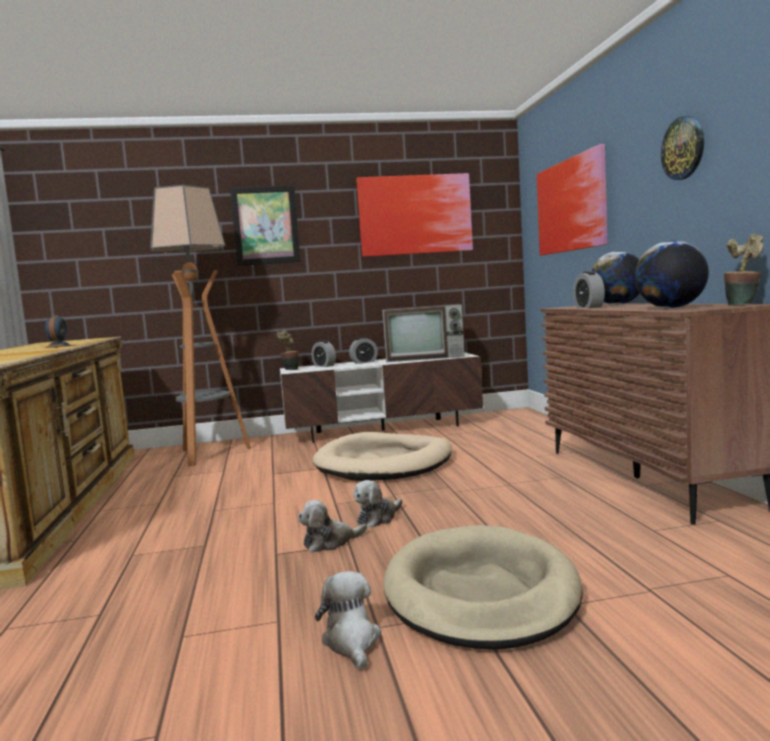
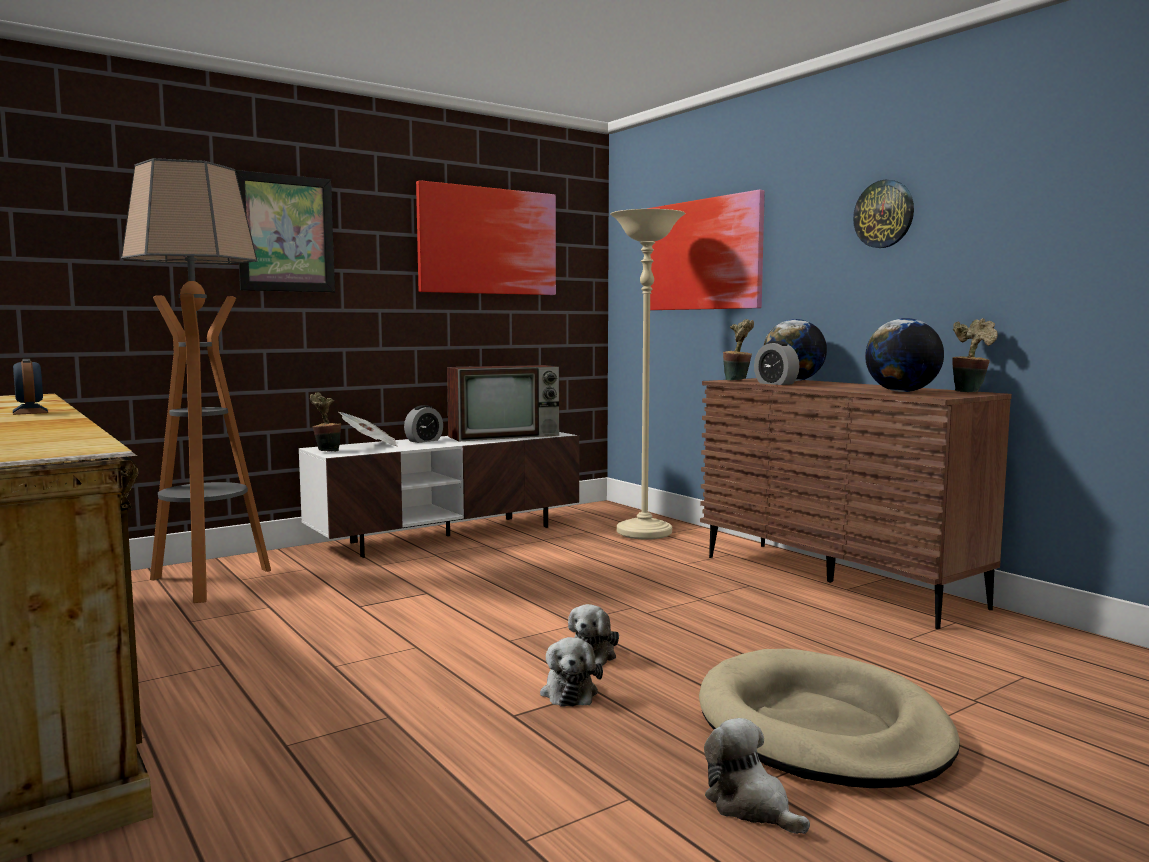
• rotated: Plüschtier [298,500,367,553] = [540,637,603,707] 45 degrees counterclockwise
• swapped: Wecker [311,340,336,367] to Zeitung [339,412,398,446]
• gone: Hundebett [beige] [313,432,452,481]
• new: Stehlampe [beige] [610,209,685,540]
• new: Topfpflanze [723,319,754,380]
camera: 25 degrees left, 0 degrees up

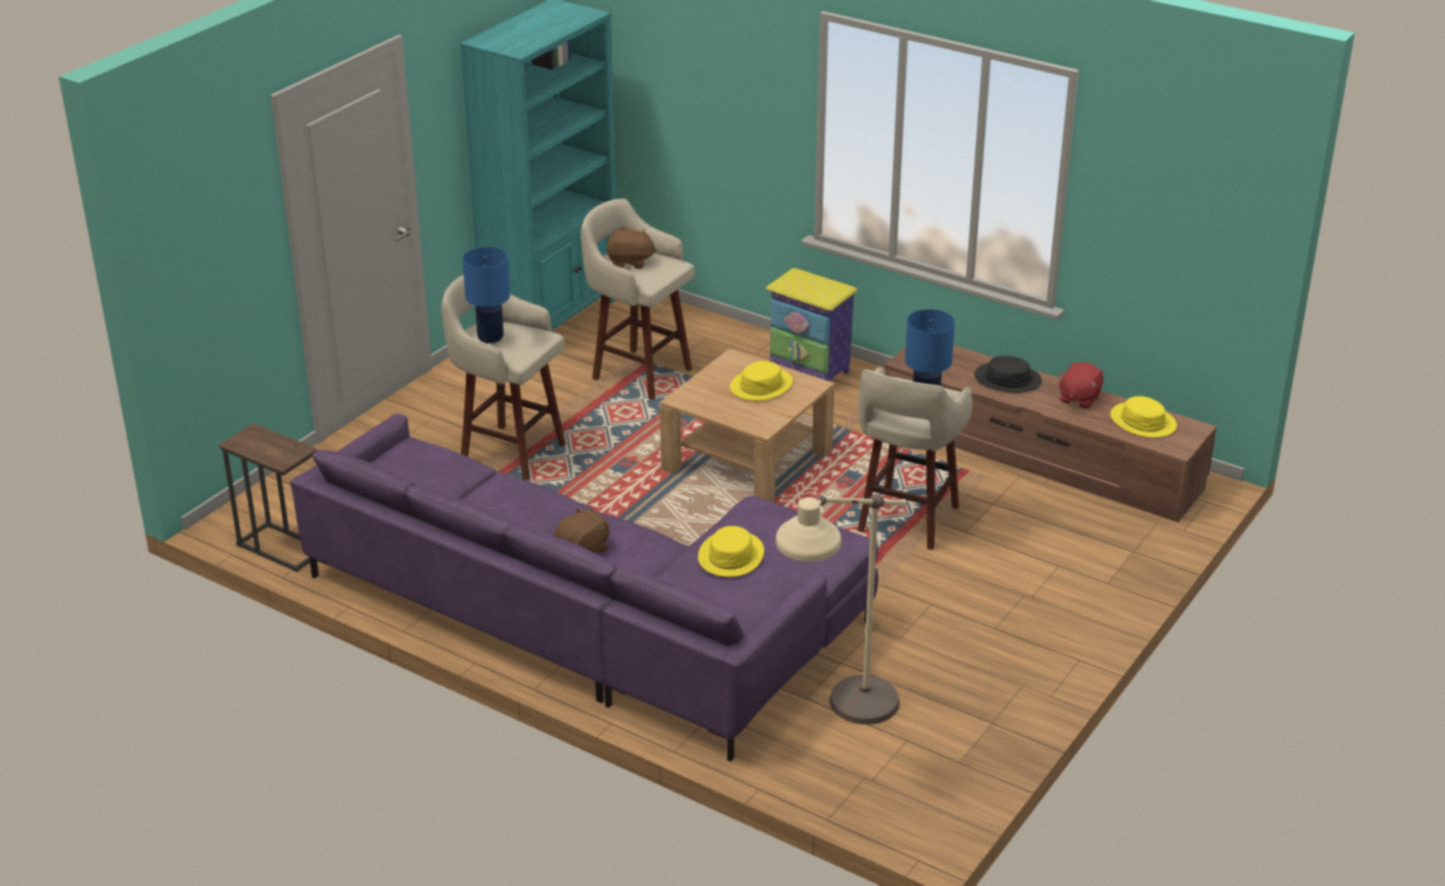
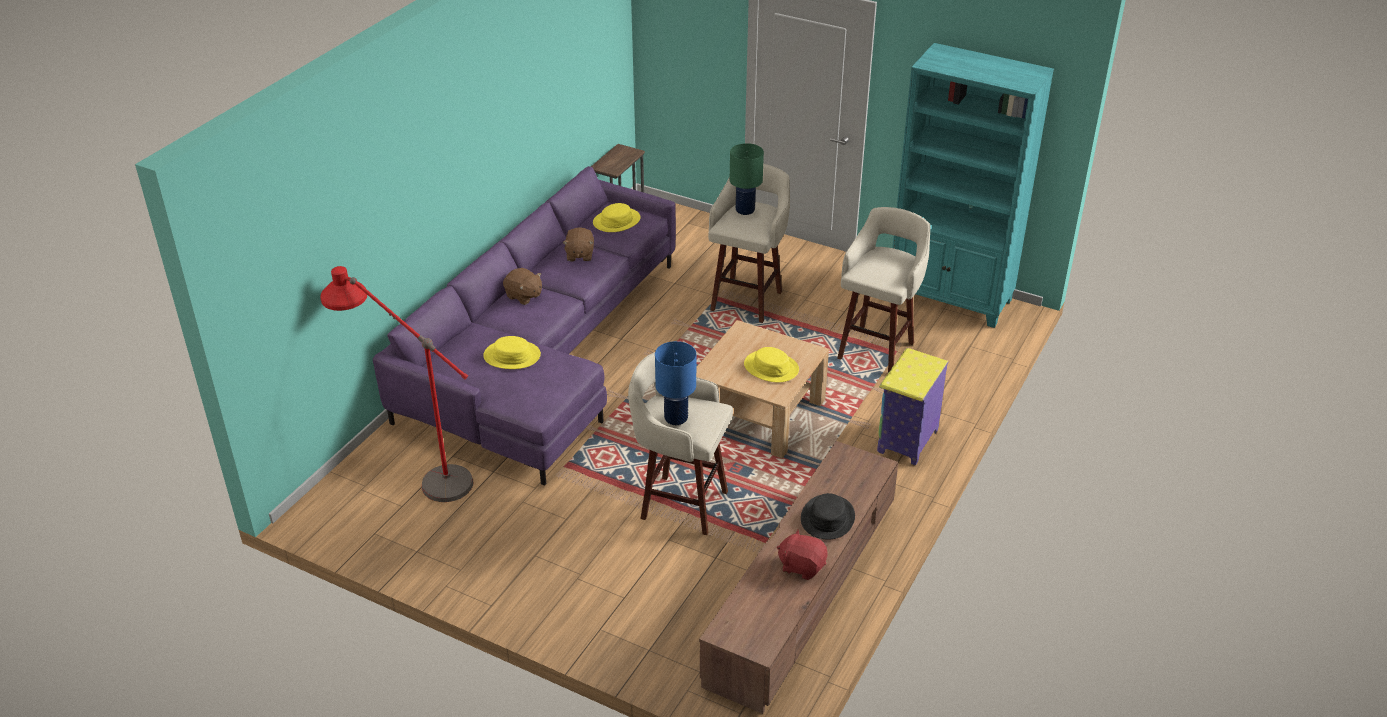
• repainted: Tischlampe [blau] [462,247,510,343] to Tischlampe [grün] [730,143,764,215]
• shifted: Plüschtier [braun] [606,229,657,269] to [562,227,594,261]
• repainted: Stehlampe [beige] [776,494,907,725] to Stehlampe [rot] [320,266,474,502]
• shifted: Hut [gelb] [1110,396,1177,438] to [593,203,641,232]
camera: 85 degrees right, 5 degrees up

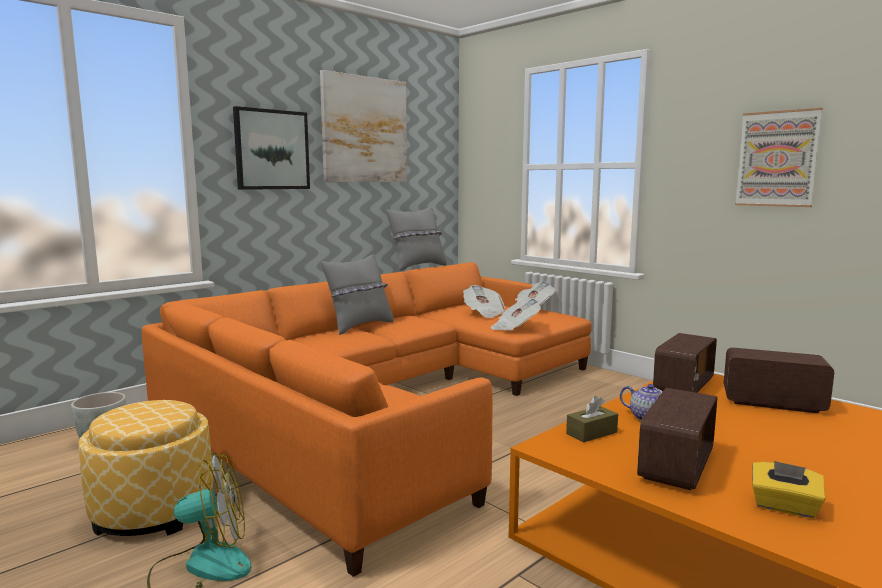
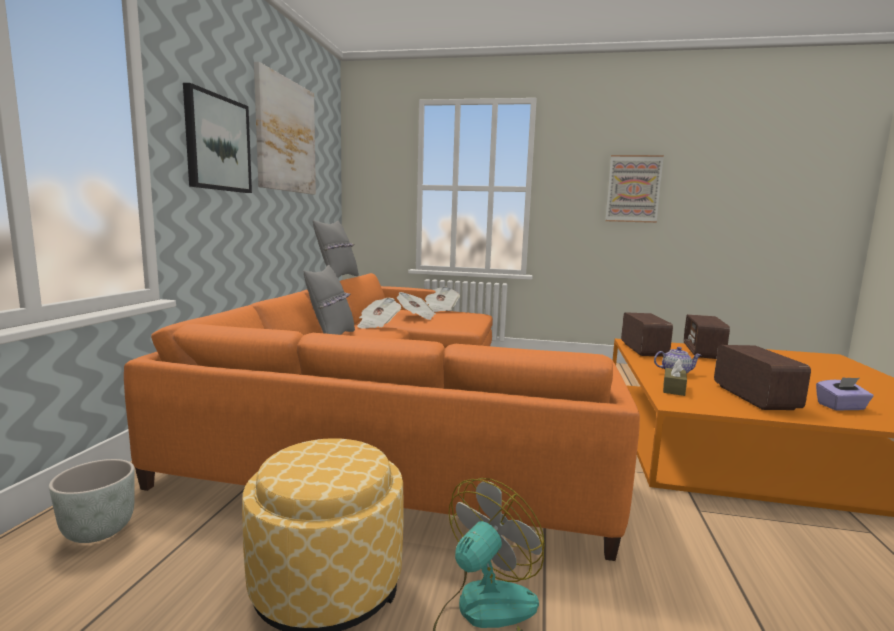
• shifted: Zeitung [491,298,541,331] to [357,298,401,329]
• rotated: Radio [724,348,834,413] = [684,314,730,359] 60 degrees counterclockwise
• repainted: Taschentuchbox [gelb] [752,461,825,518] to Taschentuchbox [lila] [816,377,874,411]
camera: 35 degrees left, 0 degrees up

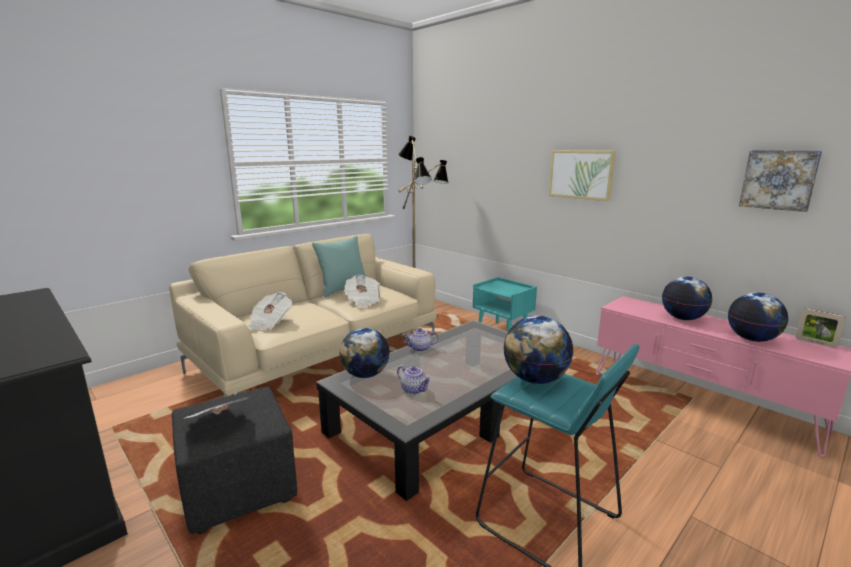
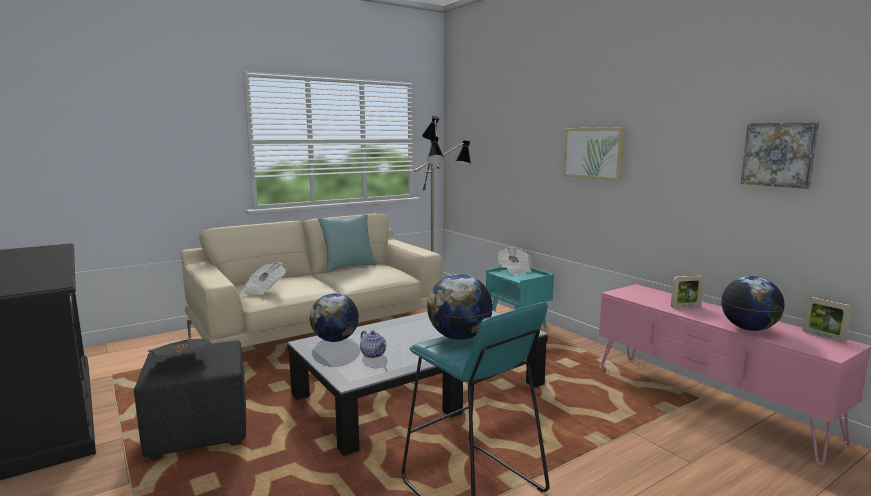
• shifted: Zeitung [344,274,381,308] to [498,247,531,275]
• gone: Teekanne [402,328,438,352]
• swapped: Globus [662,277,712,320] to Bilderrahmen [671,275,704,308]
camera: 10 degrees right, 5 degrees down

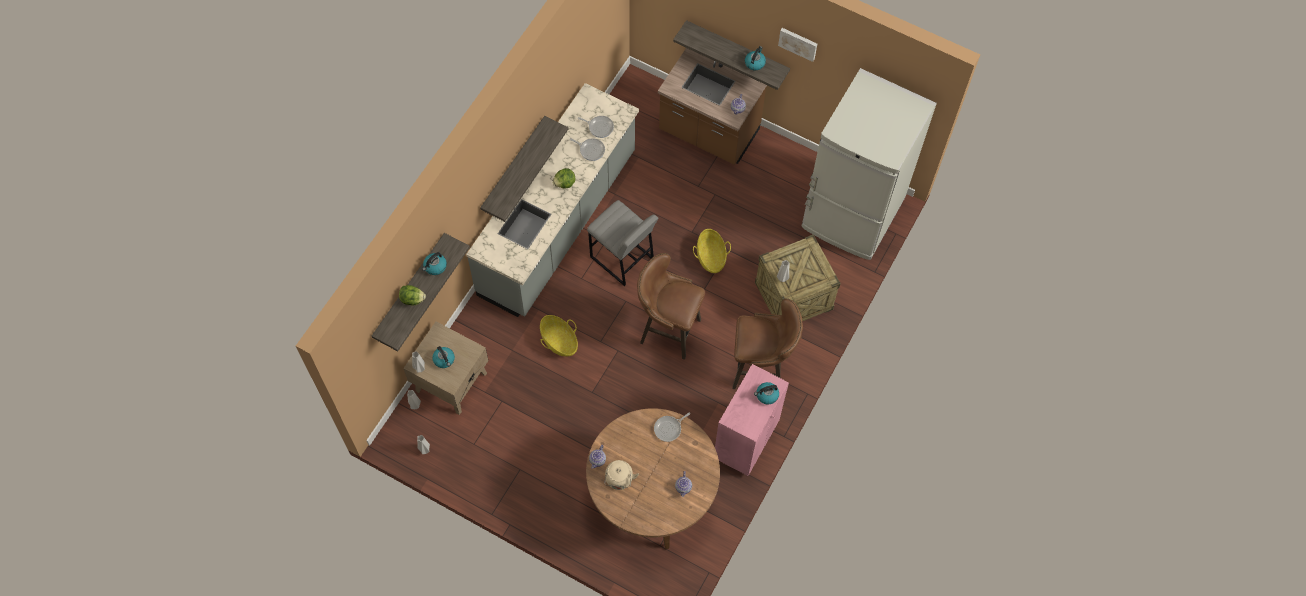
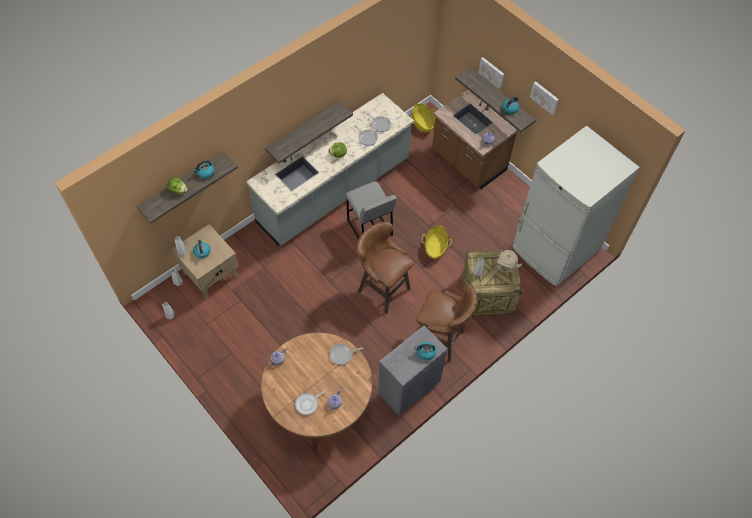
• shifted: Korb [540,315,578,356] to [410,103,436,132]
• shifted: Wasserkessel [beige] [604,460,639,490] to [496,250,522,273]
• repainted: Schrank [rosa] [715,364,789,476] to Schrank [grau] [378,325,447,416]
• new: Pfanne [295,389,327,415]
• new: Bild [478,57,504,89]
camera: 20 degrees right, 5 degrees down

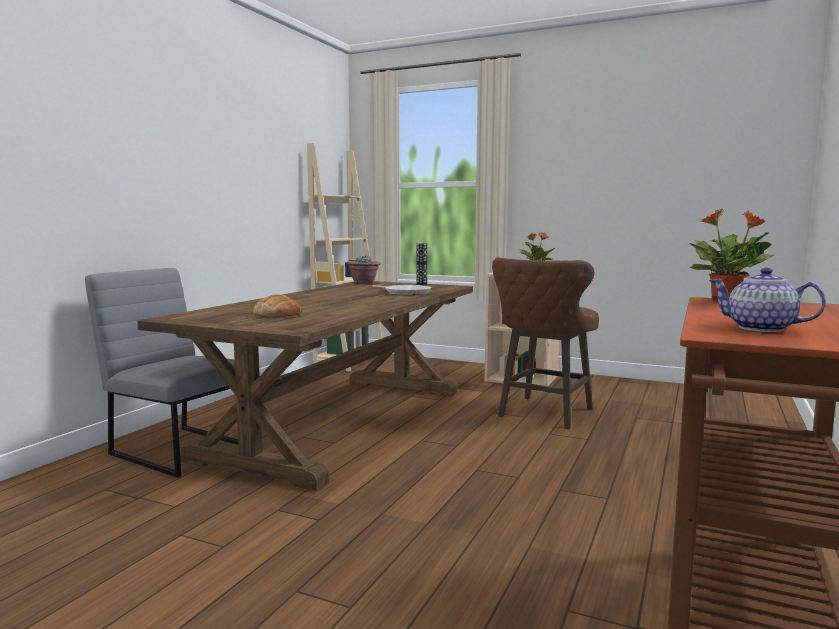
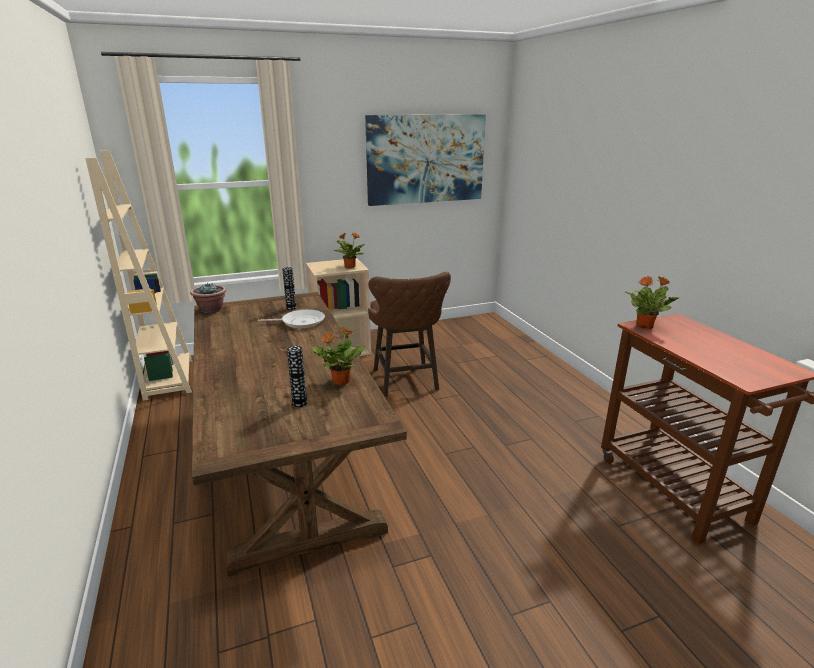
• gone: Stuhl [grau] [85,268,239,478]
• swapped: Brot [253,294,302,317] to Vase [287,345,307,408]
• gone: Teekanne [709,268,826,332]
• new: Topfpflanze [312,326,366,385]
• new: Bild [365,114,486,206]
camera: 45 degrees left, 15 degrees up

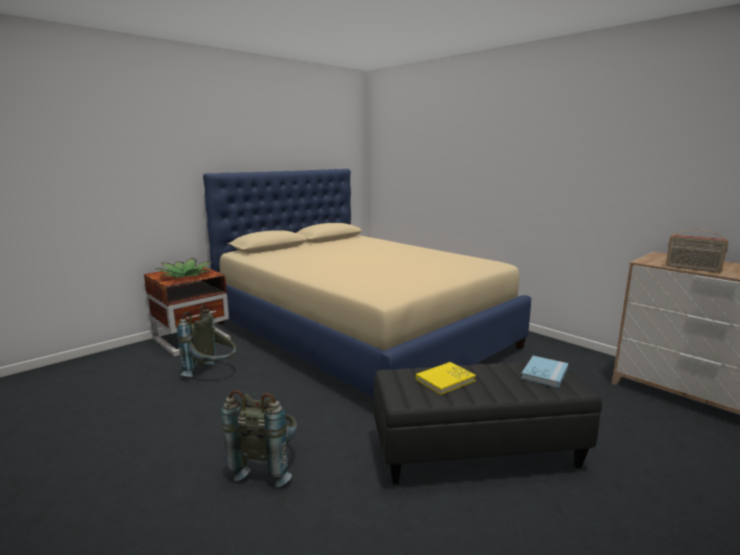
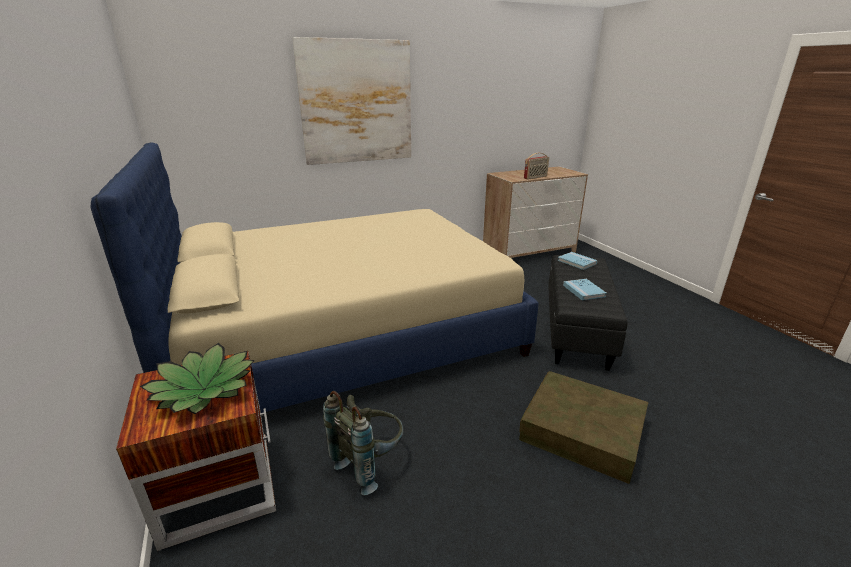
• swapped: Rucksack [grau] [222,390,297,487] to Aufbewahrungsbox [braun] [519,371,648,484]
• repainted: Buch [gelb] [416,362,476,395] to Buch [blau] [563,279,607,301]
• new: Bild [292,37,411,165]
camera: 70 degrees left, 10 degrees up

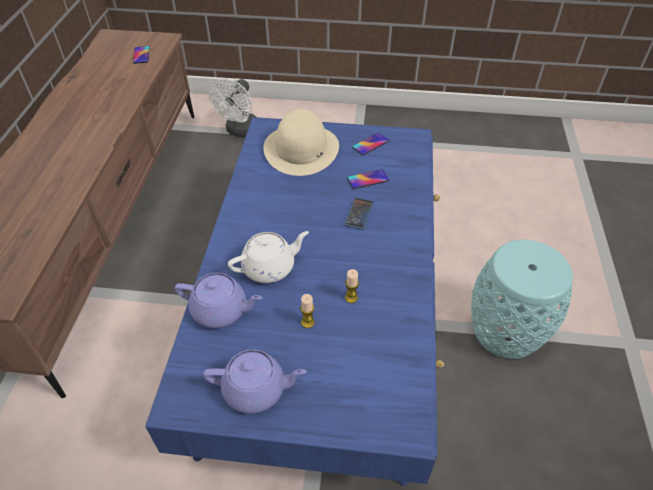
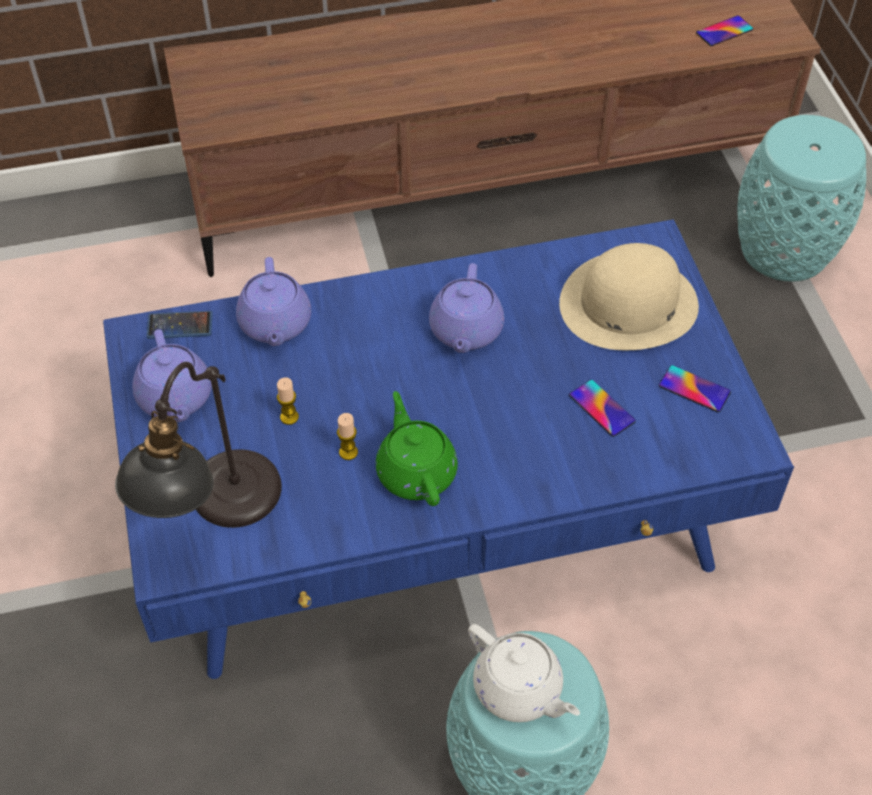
• swapped: Ventilator [weiß] [209,79,256,137] to Hocker [türkis] [737,115,866,281]
• shifted: Teekanne [weiß] [228,231,309,283] to [468,624,580,722]
• shifted: Handy [344,198,374,230] to [146,311,213,339]
• new: Tischlampe [grau] [115,362,282,528]
• new: Teekanne [grün] [376,391,458,506]
• new: Teekanne [lila] [429,263,504,353]
camera: 70 degrees right, 5 degrees up

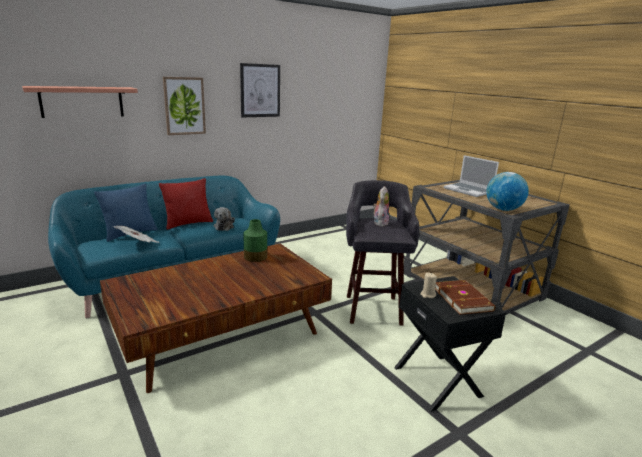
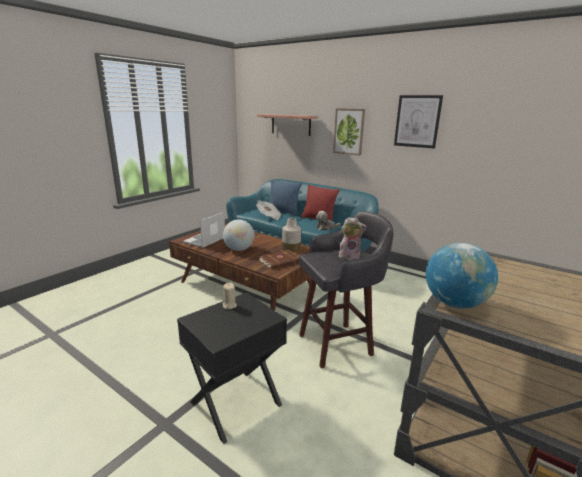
• repainted: Vase [grün] [243,219,267,262] to Vase [beige] [282,218,301,252]
• shifted: Buch [braun] [435,280,496,315] to [259,250,299,269]
• shifted: Laptop [444,155,499,197] to [183,212,225,248]
• new: Globus [223,220,254,251]
camera: 70 degrees right, 0 degrees up

